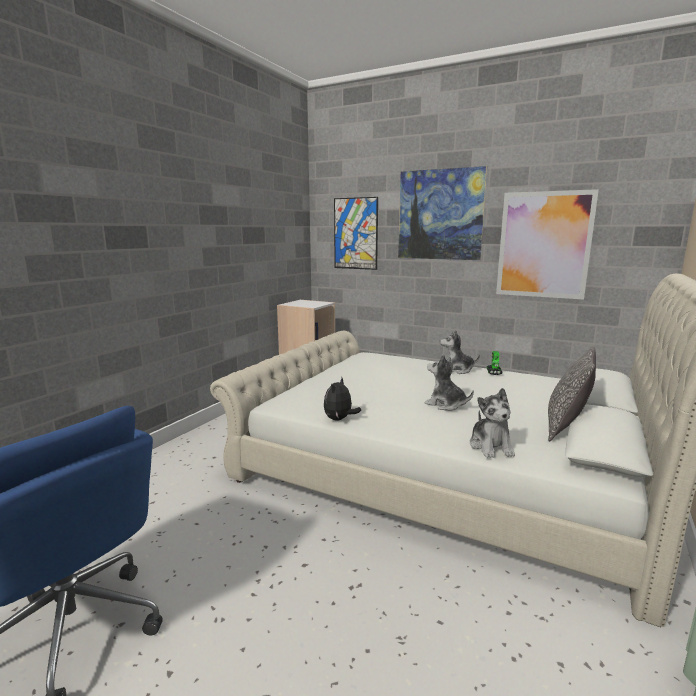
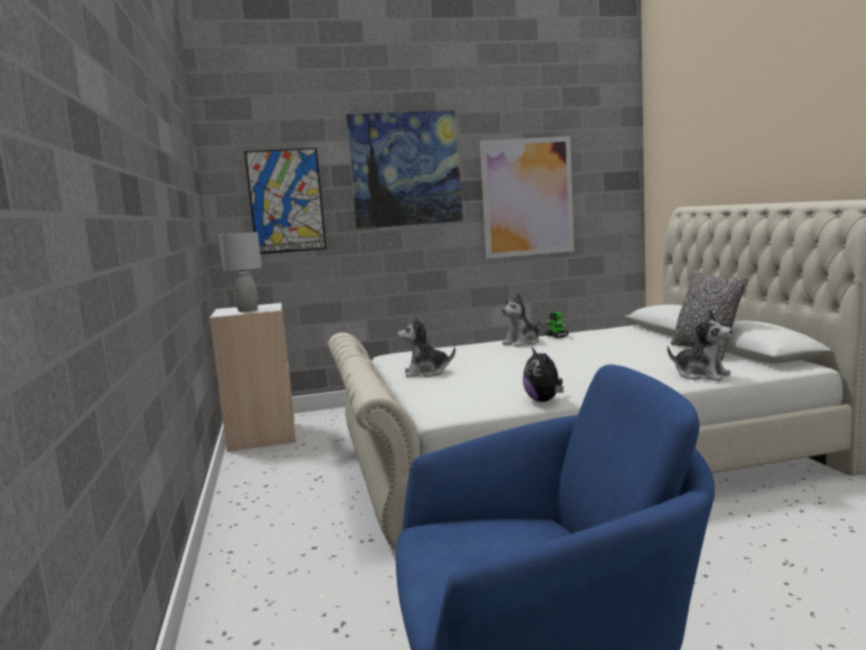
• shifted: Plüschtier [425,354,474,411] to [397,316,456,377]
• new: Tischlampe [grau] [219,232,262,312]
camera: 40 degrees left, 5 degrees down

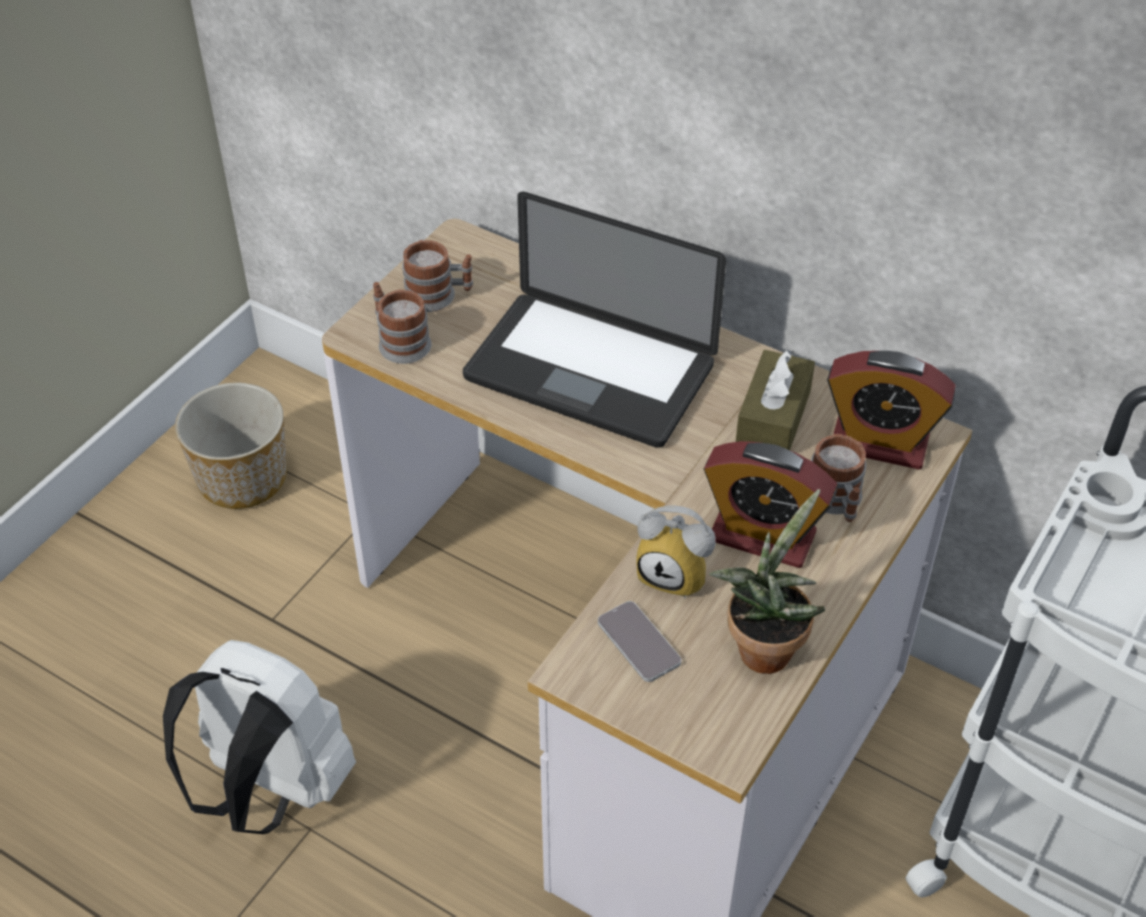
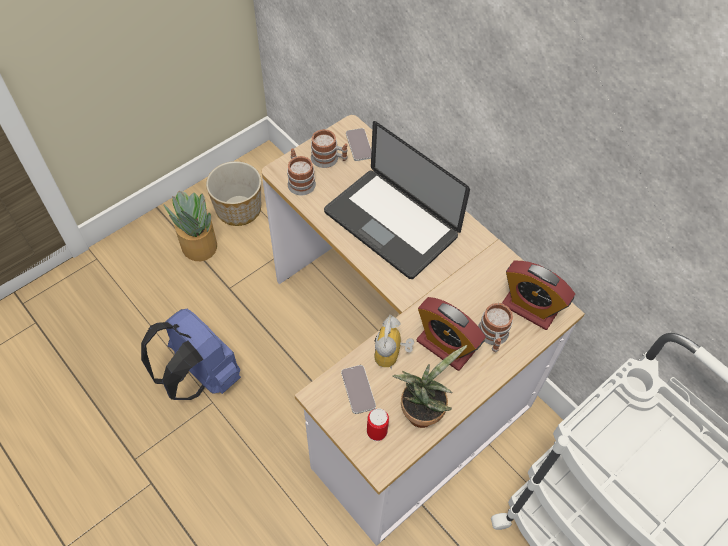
• repainted: Rucksack [weiß] [163,640,356,834] to Rucksack [blau] [141,309,241,400]
• rotated: Wecker [636,505,716,598] = [374,315,414,369] 60 degrees clockwise
• gone: Taschentuchbox [braun] [736,350,815,450]
• new: Topfpflanze [163,191,217,261]
• new: Handy [346,128,371,161]
• new: Dose [367,408,389,441]
camera: 15 degrees right, 10 degrees up

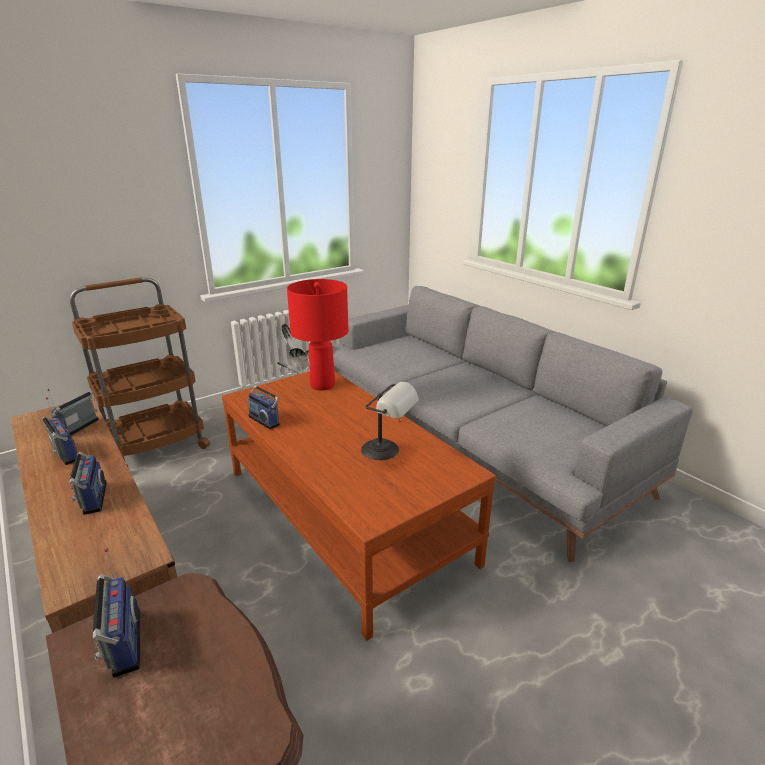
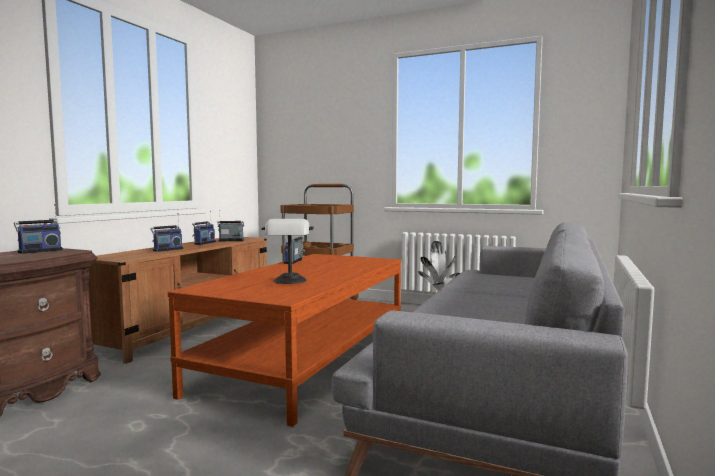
• gone: Tischlampe [rot] [287,279,348,390]
camera: 60 degrees right, 20 degrees down

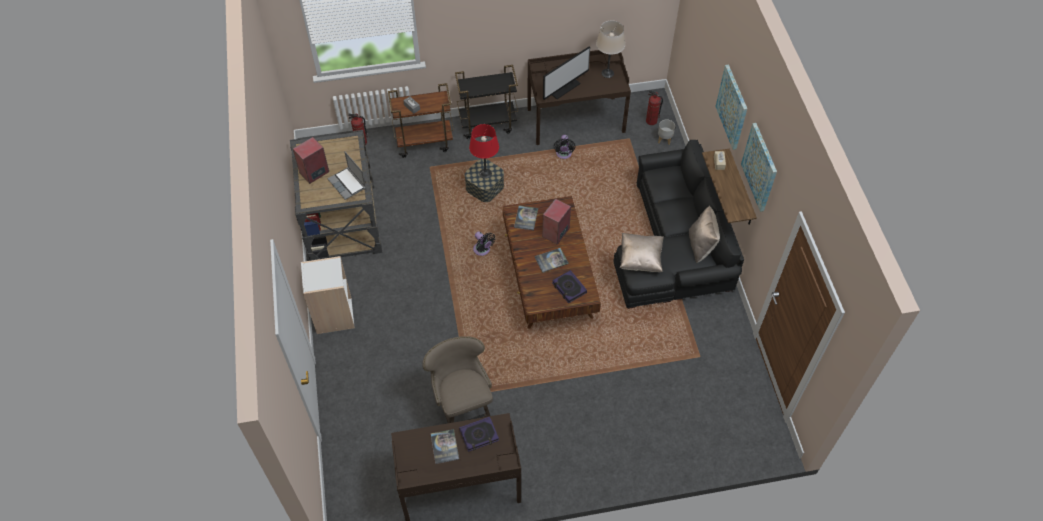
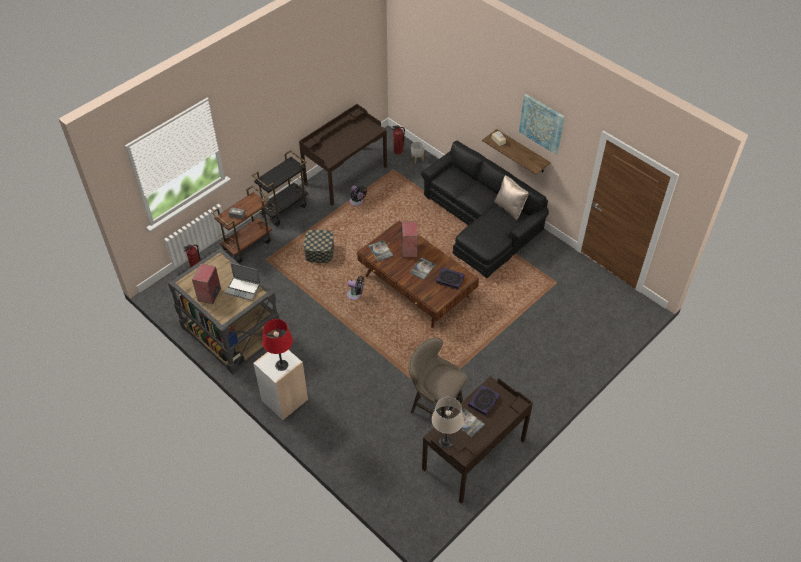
• shifted: Tischlampe [rot] [469,124,499,179] to [262,319,293,371]
• gone: Monitor [543,46,590,100]
• shifted: Tischlampe [beige] [596,20,625,78] to [432,397,464,448]
• gone: Kissen [beige] [620,233,664,272]
• gone: Bild [715,65,747,150]
camera: 35 degrees left, 5 degrees down

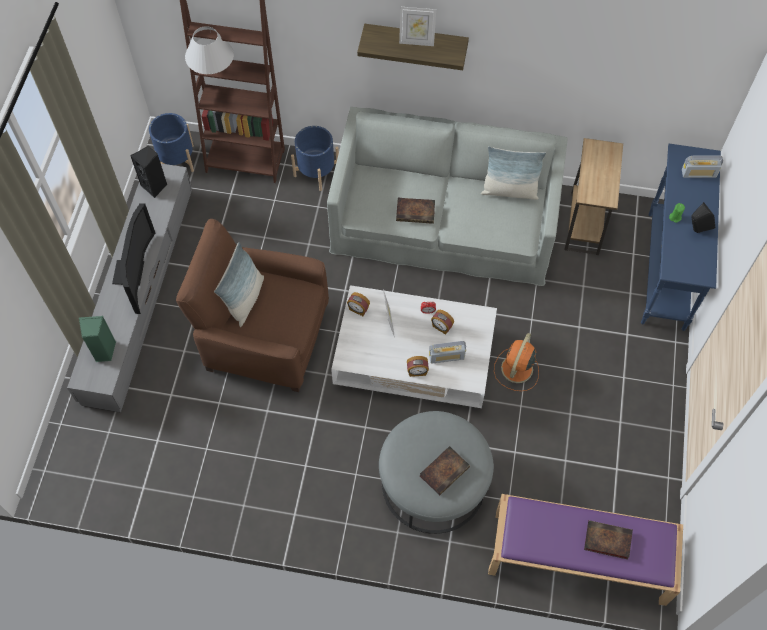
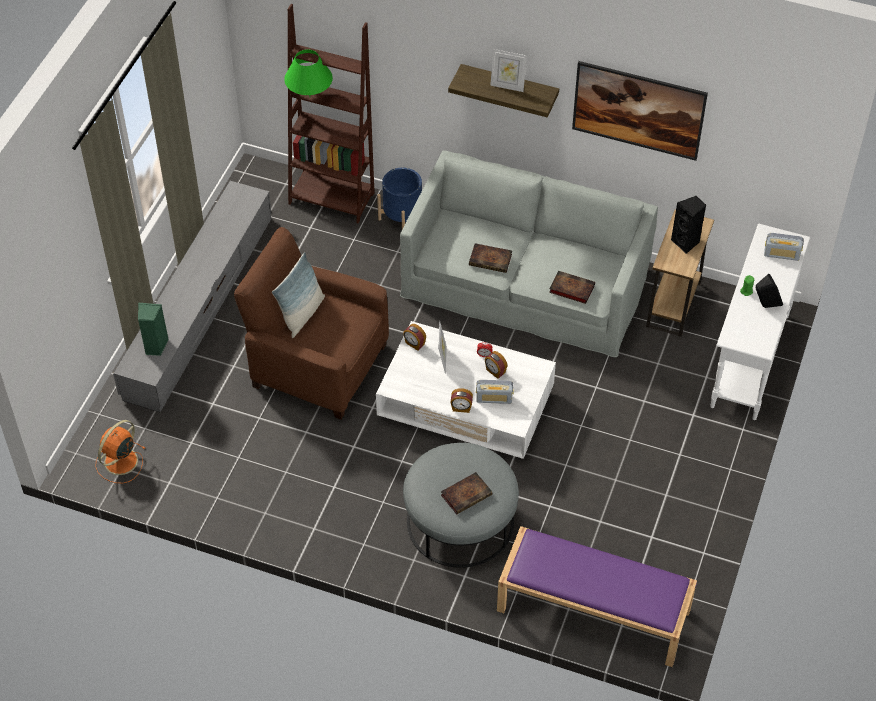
• gone: Fernseher [112,203,155,314]
• shifted: Lautsprecher [schwarz] [131,146,167,198] to [671,196,706,254]
• gone: Pflanzkübel [blau] [149,113,194,172]
• repainted: Tischlampe [weiß] [185,26,234,74] to Tischlampe [grün] [284,50,333,96]
• gone: Kissen [481,146,546,200]
• shifted: Ventilator [orange] [494,333,539,391] to [95,420,145,483]
• shifted: Buch [584,520,633,559] to [549,271,595,304]
• repainted: Konsolentisch [blau] [641,144,721,331] to Konsolentisch [weiß] [710,224,810,420]
• new: Bild [572,61,708,161]
camera: 10 degrees right, 10 degrees down

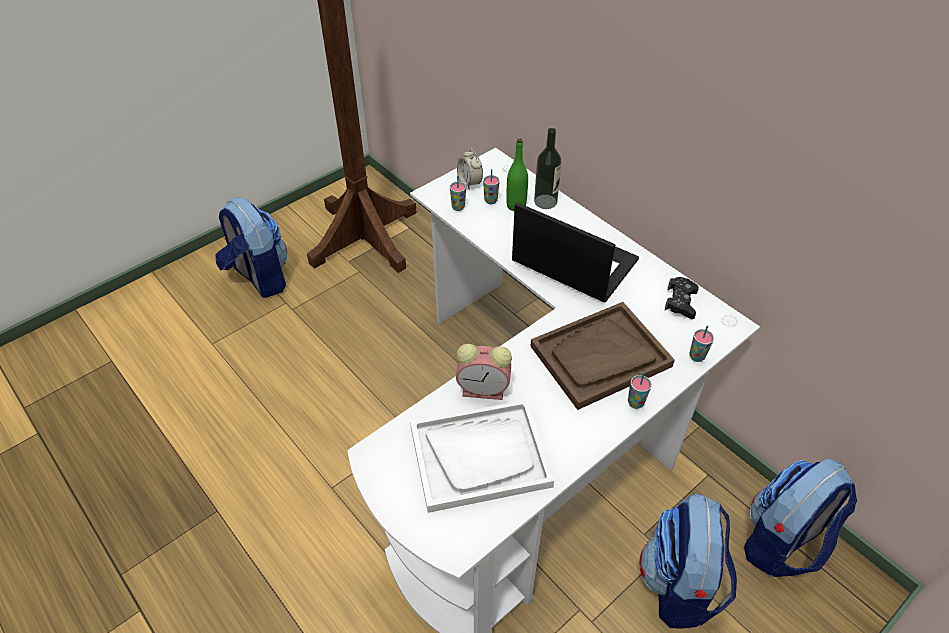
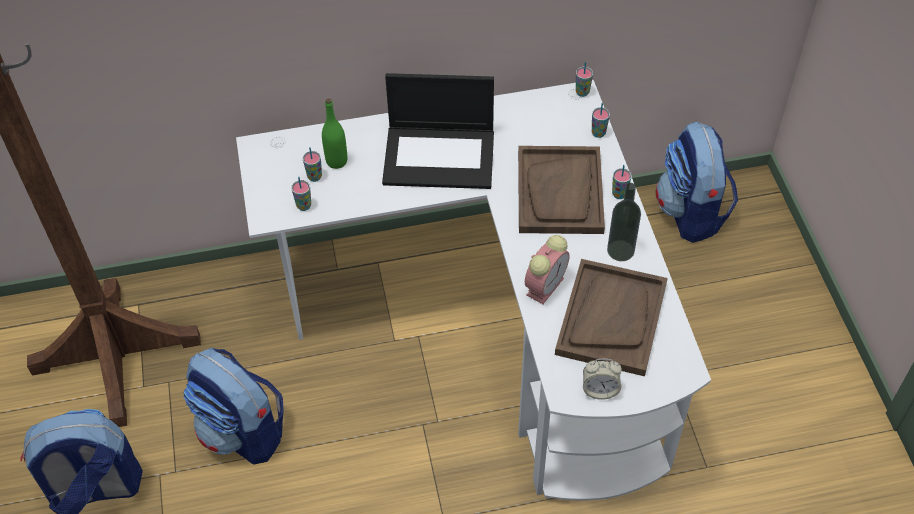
• repainted: Tablett [weiß] [410,400,554,513] to Tablett [braun] [555,259,668,376]
• shifted: Wecker [457,149,483,190] to [583,359,622,400]
• rotated: Laptop [512,202,639,302] = [382,73,494,189] 150 degrees counterclockwise
• shifted: Flasche [534,128,562,209] to [607,183,641,261]
• shifted: Rucksack [640,494,737,628] to [183,348,284,465]
• gone: Gamepad [schwarz] [665,277,699,319]
• new: Tasse [576,62,593,97]
camera: 60 degrees left, 5 degrees up

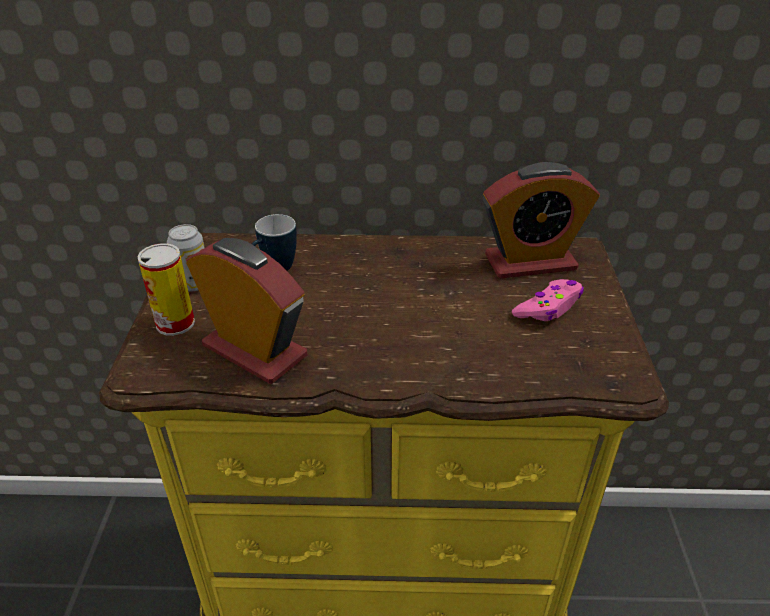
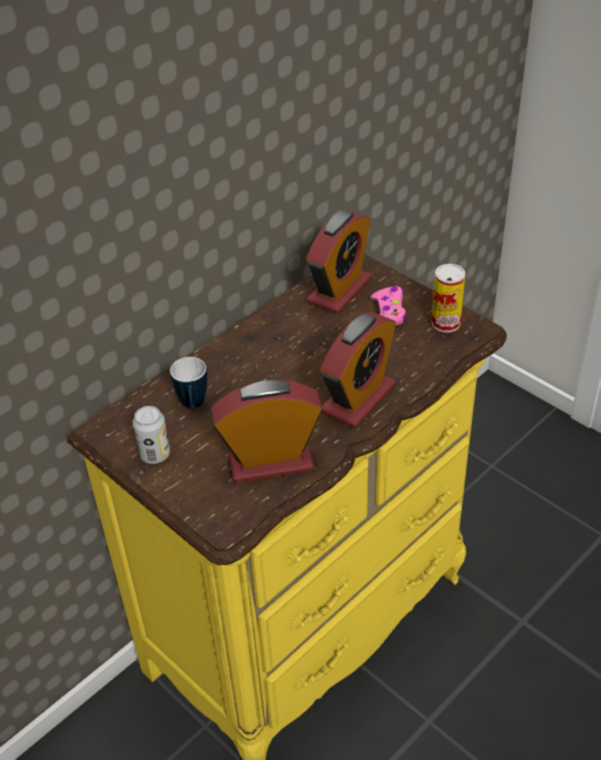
• shifted: Dose [137,243,195,336] to [432,264,465,333]
• new: Wecker [320,312,396,428]
camera: 45 degrees left, 5 degrees up

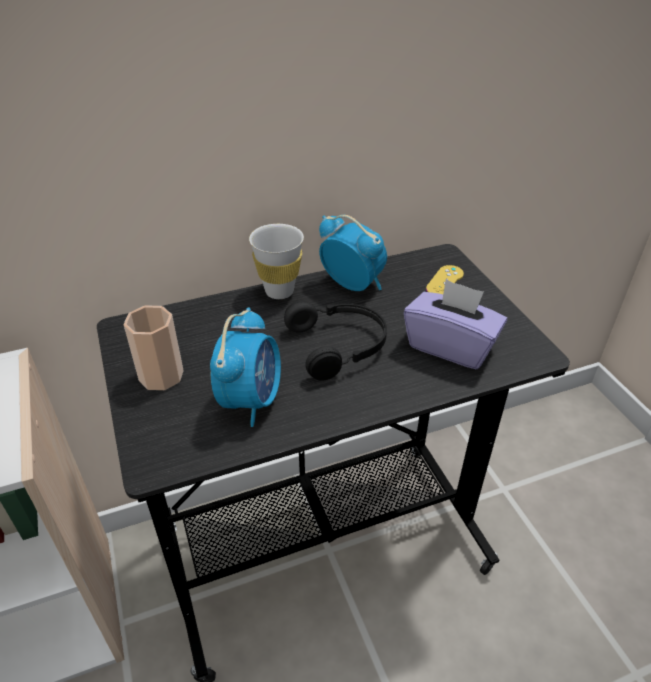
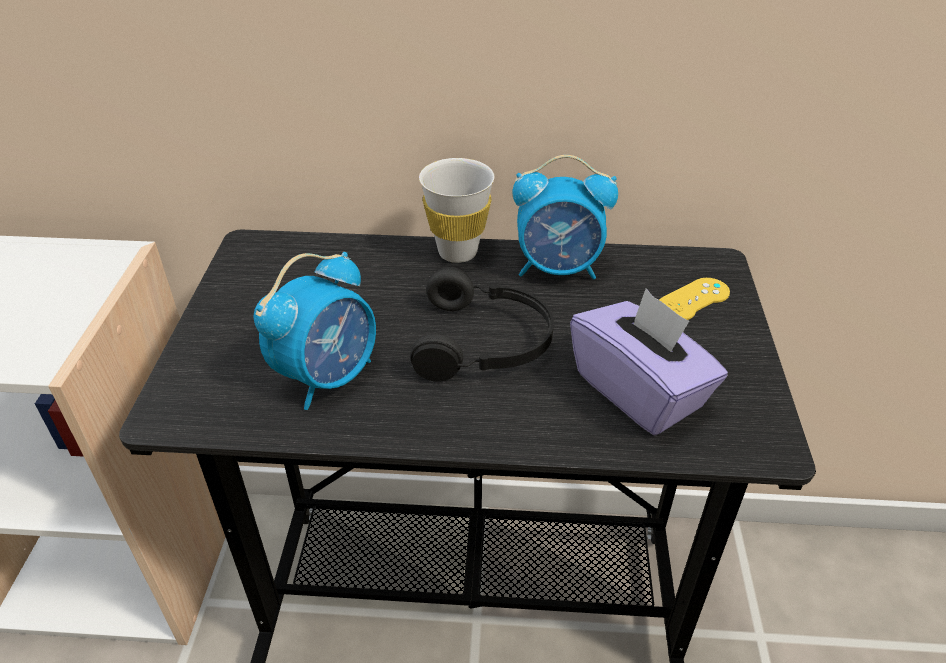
• gone: Tasse [123,305,184,390]
• rotated: Wecker [319,215,387,291] = [512,155,618,279] 120 degrees clockwise
camera: 25 degrees right, 0 degrees up

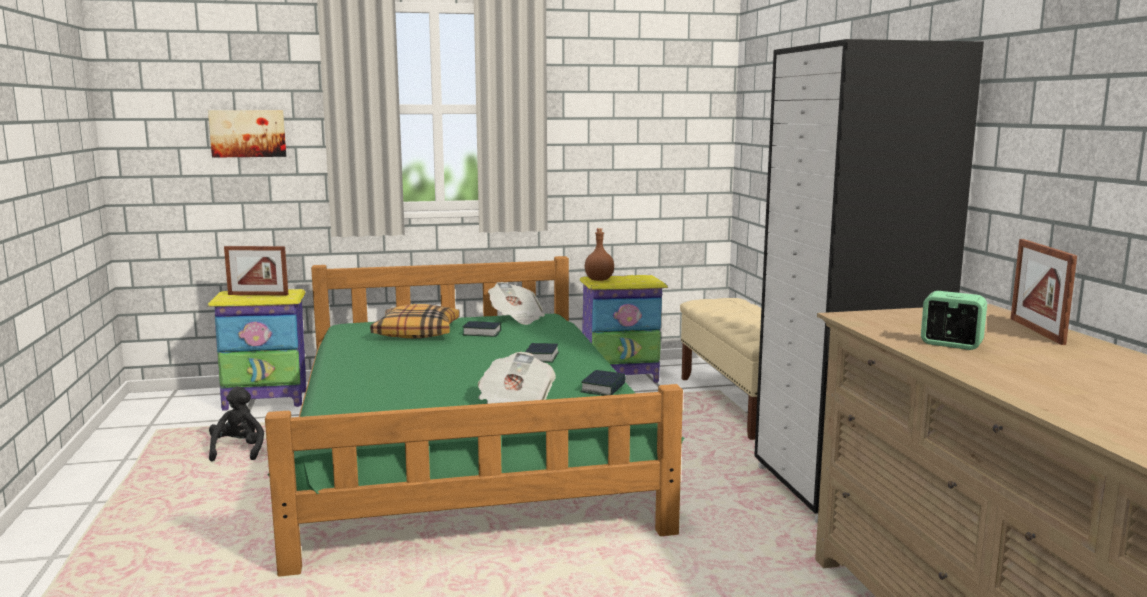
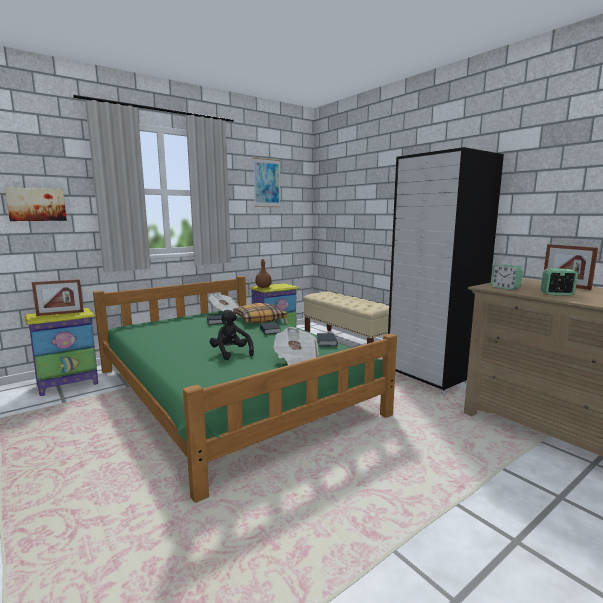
• shifted: Plüschtier [schwarz] [209,386,264,461] to [210,310,254,360]
• shifted: Kissen [370,304,460,339] to [233,303,287,323]
• new: Bild [253,158,281,207]
• new: Wecker [490,264,523,290]
camera: 25 degrees left, 0 degrees up

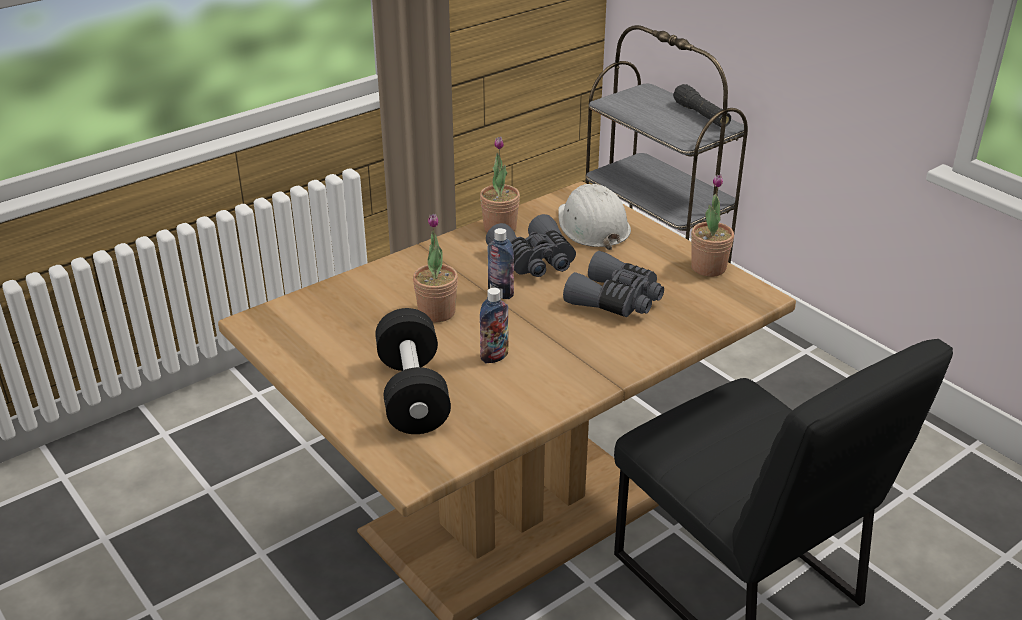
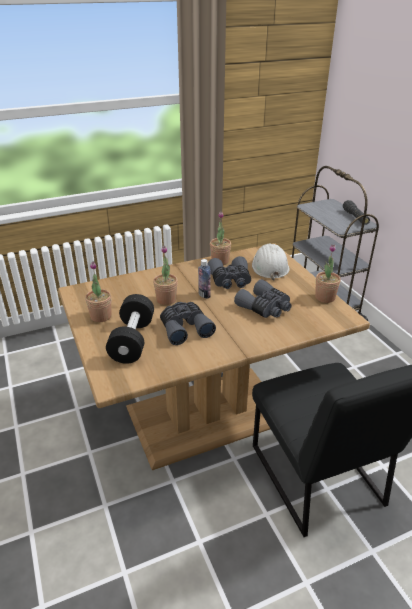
• swapped: Flasche [480,288,508,363] to Fernglas [grau] [160,302,216,345]
• new: Topfpflanze [85,261,112,322]
camera: 15 degrees right, 0 degrees up

